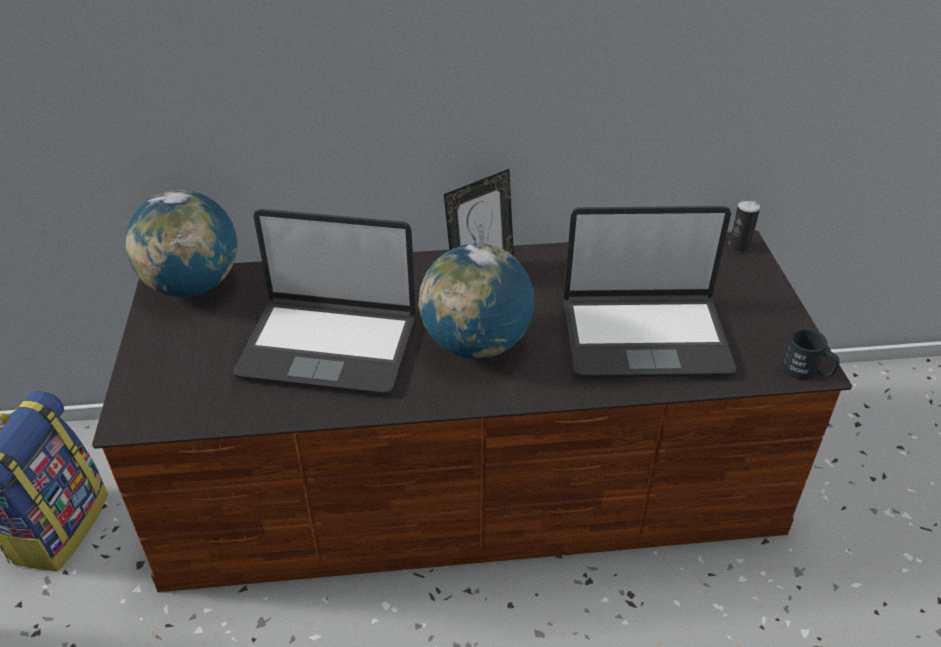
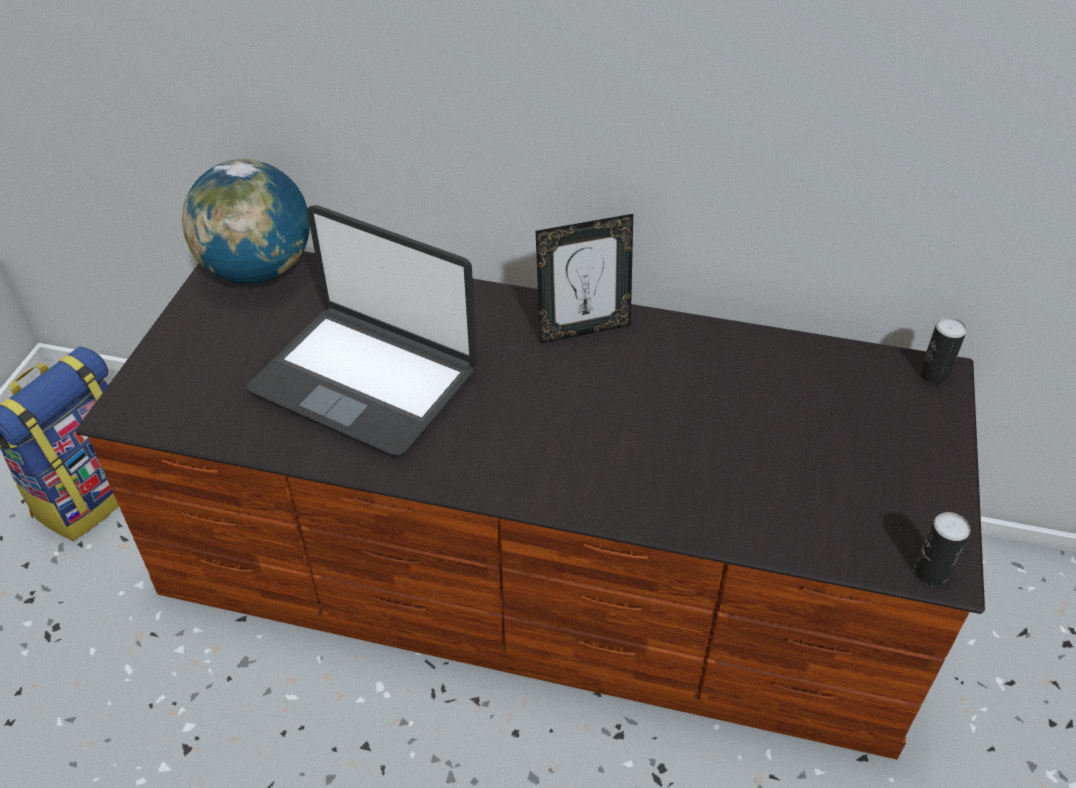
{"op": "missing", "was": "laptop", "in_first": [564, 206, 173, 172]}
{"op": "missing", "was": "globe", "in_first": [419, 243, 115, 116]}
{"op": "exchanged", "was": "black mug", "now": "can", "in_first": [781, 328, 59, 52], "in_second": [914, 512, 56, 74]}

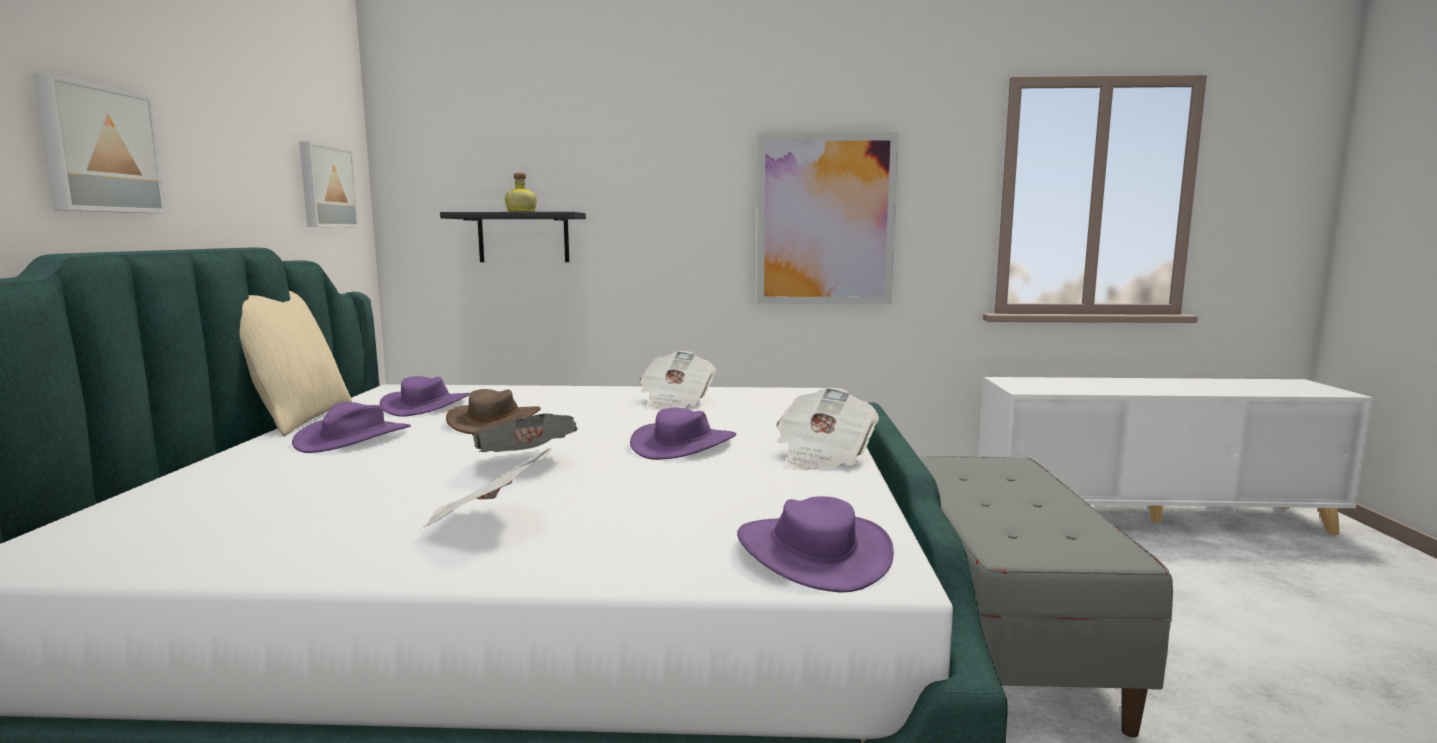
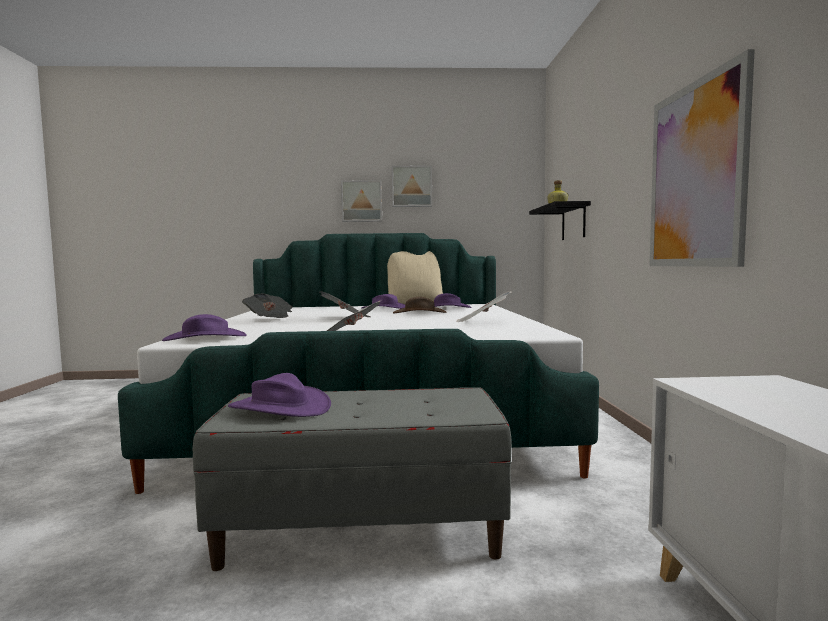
{"op": "relocated", "was": "picture", "in_first": [299, 141, 60, 86], "in_second": [392, 166, 40, 41]}
{"op": "relocated", "was": "purple hat", "in_first": [630, 408, 106, 52], "in_second": [228, 373, 103, 44]}

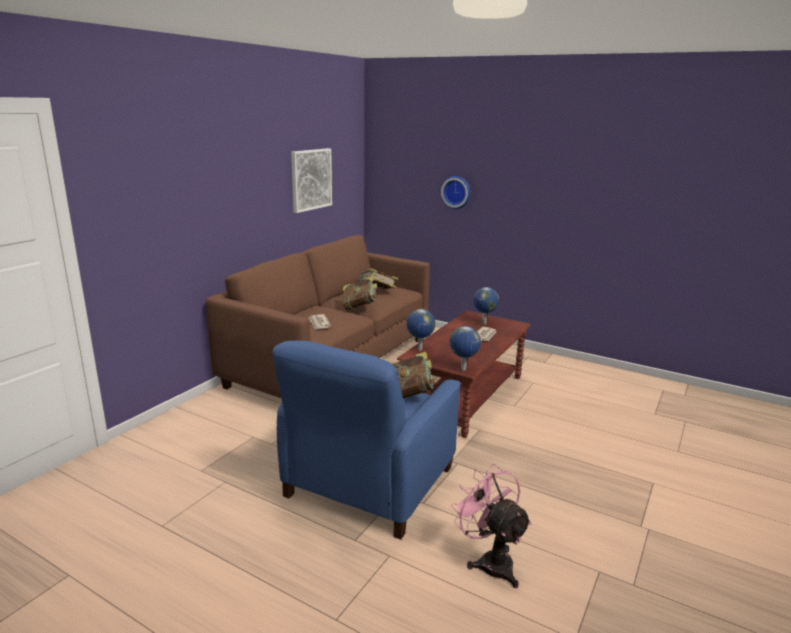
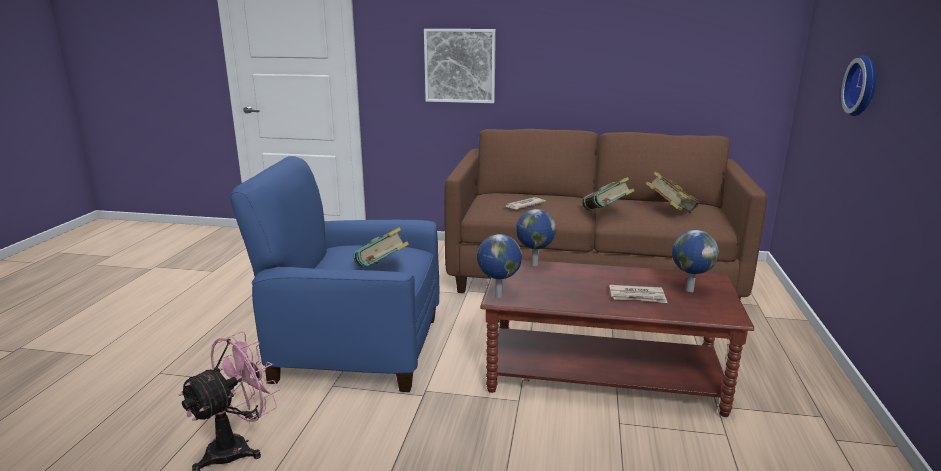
{"op": "relocated", "was": "picture", "in_first": [291, 148, 41, 65], "in_second": [424, 29, 72, 74]}

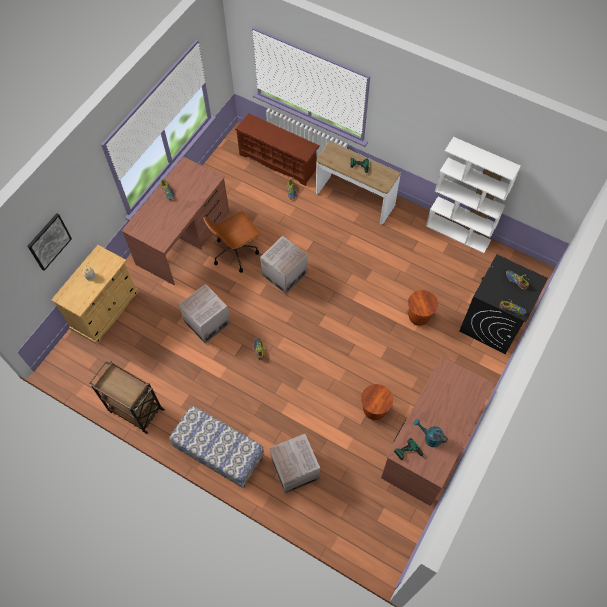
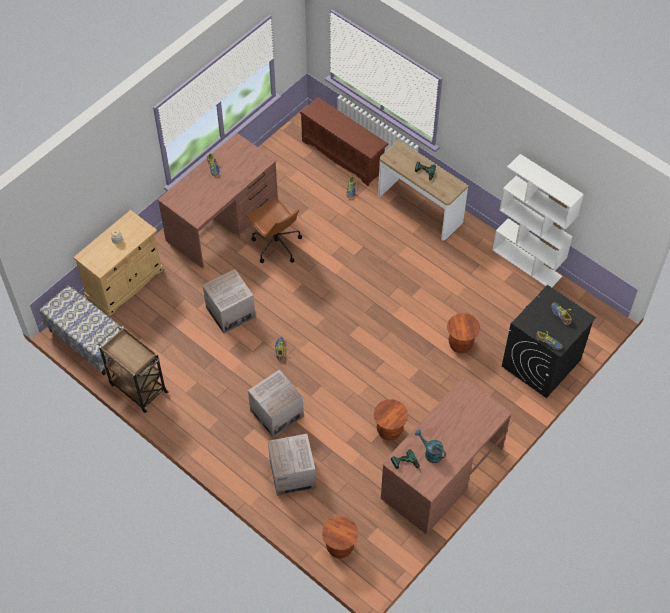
{"op": "spun", "was": "brown office chair", "in_first": [203, 211, 58, 62], "in_second": [245, 197, 57, 66], "clockwise": -105}
{"op": "missing", "was": "picture", "in_first": [28, 213, 44, 58]}
{"op": "relocated", "was": "cardboard box", "in_first": [260, 236, 48, 58], "in_second": [248, 370, 56, 68]}
{"op": "relocated", "was": "bench", "in_first": [169, 406, 95, 82], "in_second": [40, 285, 82, 90]}
{"op": "appeared", "now": "brown stool", "in_second": [322, 516, 36, 43]}

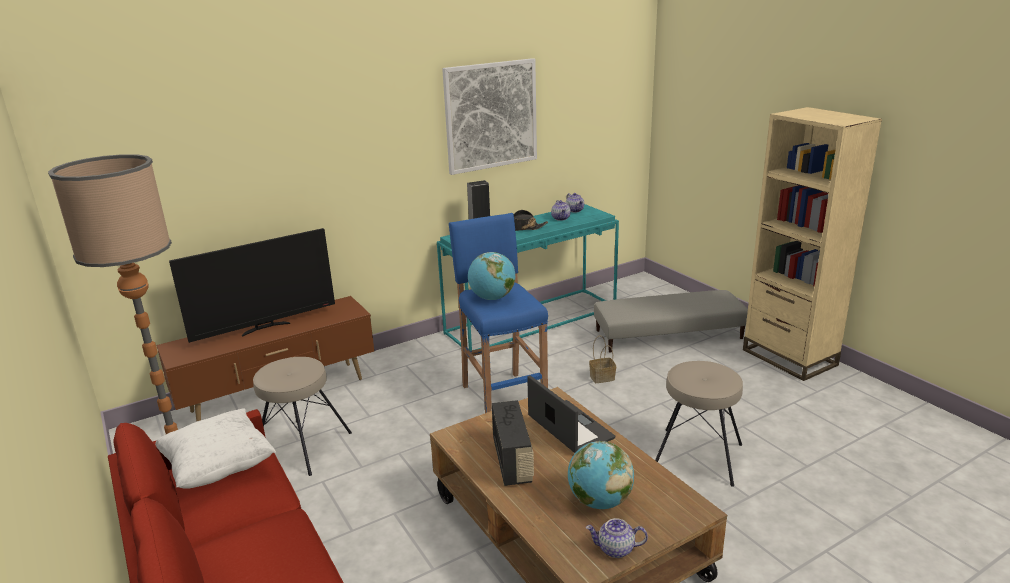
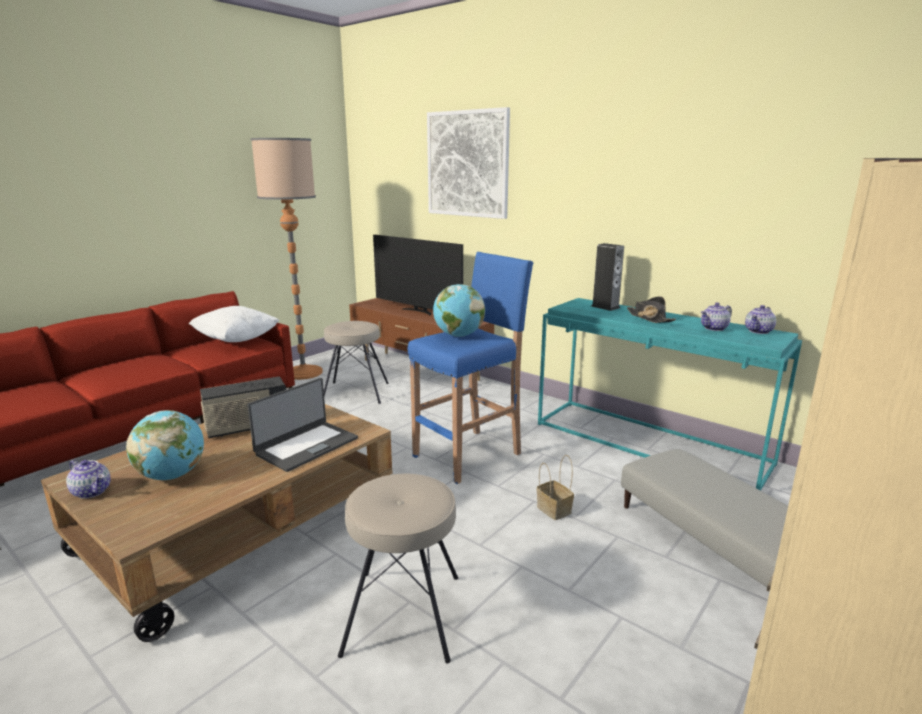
{"op": "relocated", "was": "picture", "in_first": [442, 58, 95, 117], "in_second": [427, 107, 83, 112]}
{"op": "spun", "was": "teapot", "in_first": [586, 518, 62, 40], "in_second": [66, 460, 45, 39], "clockwise": 135}

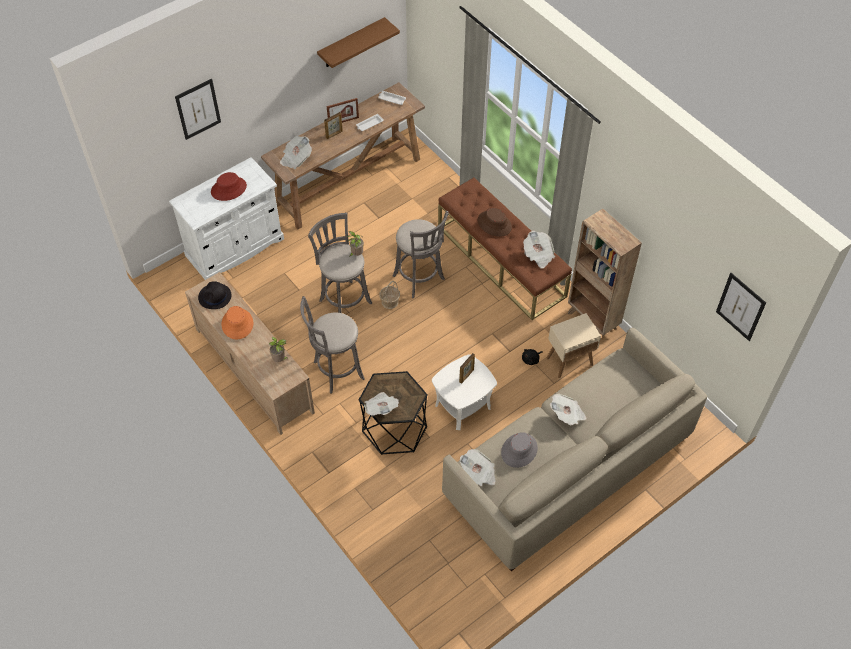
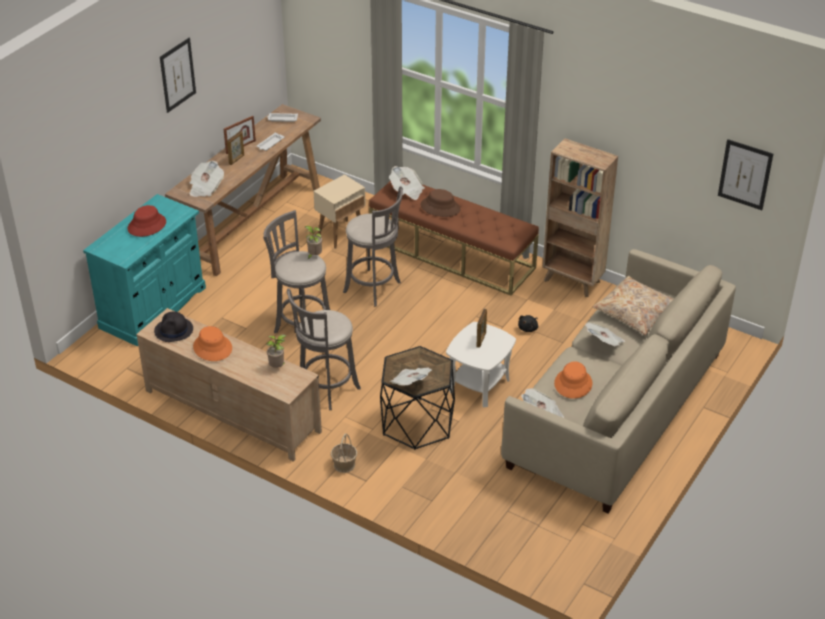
{"op": "missing", "was": "brown shelf", "in_first": [317, 17, 83, 51]}
{"op": "relocated", "was": "picture", "in_first": [175, 79, 46, 61], "in_second": [160, 38, 36, 75]}
{"op": "colour", "was": "white cabinet", "now": "turquoise cabinet", "in_first": [169, 157, 115, 123], "in_second": [83, 194, 123, 152]}
{"op": "relocated", "was": "newspaper", "in_first": [523, 230, 32, 39], "in_second": [389, 166, 36, 34]}
{"op": "relocated", "was": "basket", "in_first": [379, 281, 21, 28], "in_second": [331, 433, 26, 40]}
{"op": "relocated", "was": "beige side table", "in_first": [547, 313, 54, 65], "in_second": [313, 174, 53, 75]}
{"op": "colour", "was": "grey hat", "now": "orange hat", "in_first": [501, 432, 37, 36], "in_second": [554, 361, 39, 38]}
{"op": "appeared", "now": "beige pillow", "in_second": [592, 276, 81, 59]}

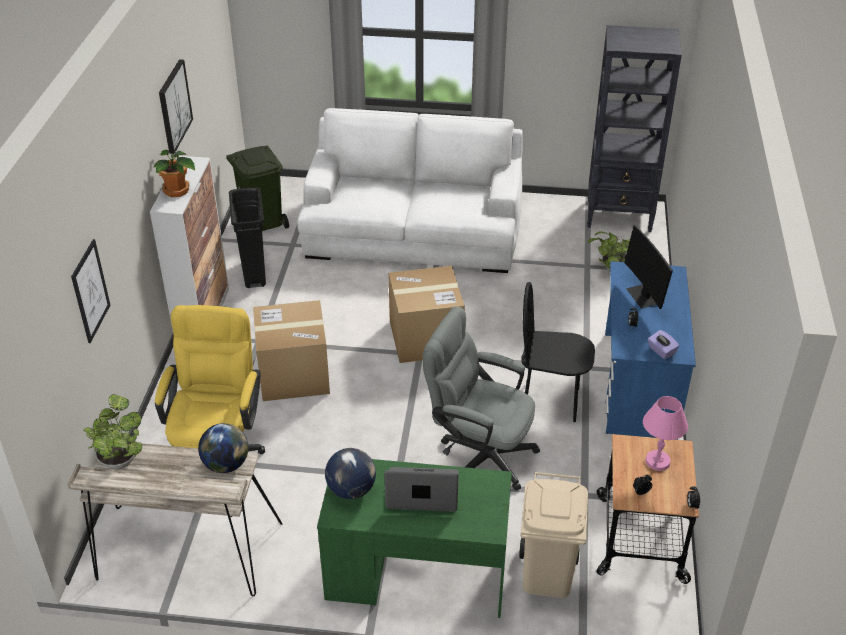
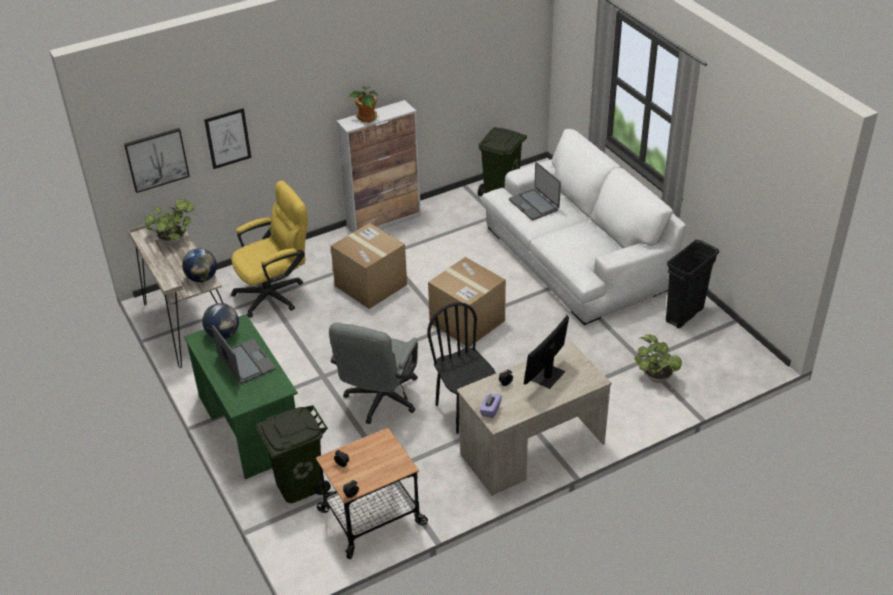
{"op": "missing", "was": "black bookcase", "in_first": [587, 25, 95, 207]}
{"op": "relocated", "was": "picture", "in_first": [159, 59, 34, 95], "in_second": [124, 128, 66, 65]}
{"op": "relocated", "was": "black trash can", "in_first": [229, 187, 37, 101], "in_second": [666, 240, 53, 88]}
{"op": "colour", "was": "blue desk", "now": "beige desk", "in_first": [605, 261, 91, 179], "in_second": [457, 342, 155, 154]}
{"op": "spun", "was": "grey office chair", "in_first": [423, 306, 117, 185], "in_second": [329, 322, 89, 102], "clockwise": -150}
{"op": "missing", "was": "pink table lamp", "in_first": [643, 396, 45, 75]}
{"op": "colour", "was": "beige trash can", "now": "green trash can", "in_first": [519, 472, 69, 126], "in_second": [255, 405, 76, 98]}
{"op": "appeared", "now": "laptop", "in_second": [509, 162, 52, 58]}

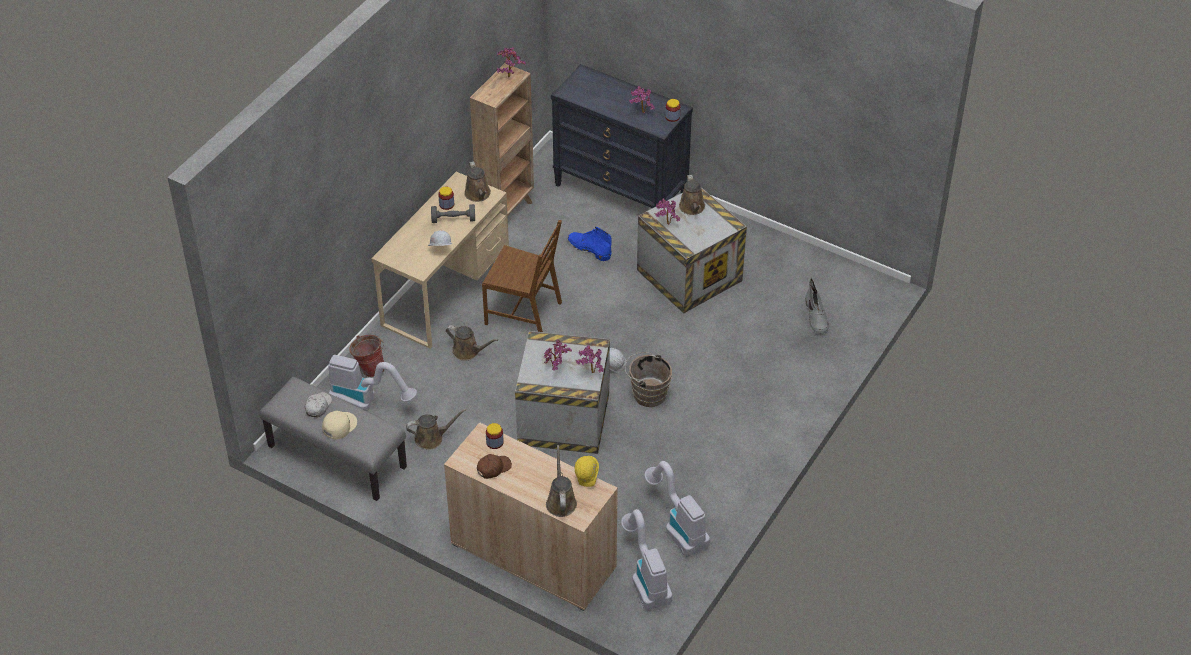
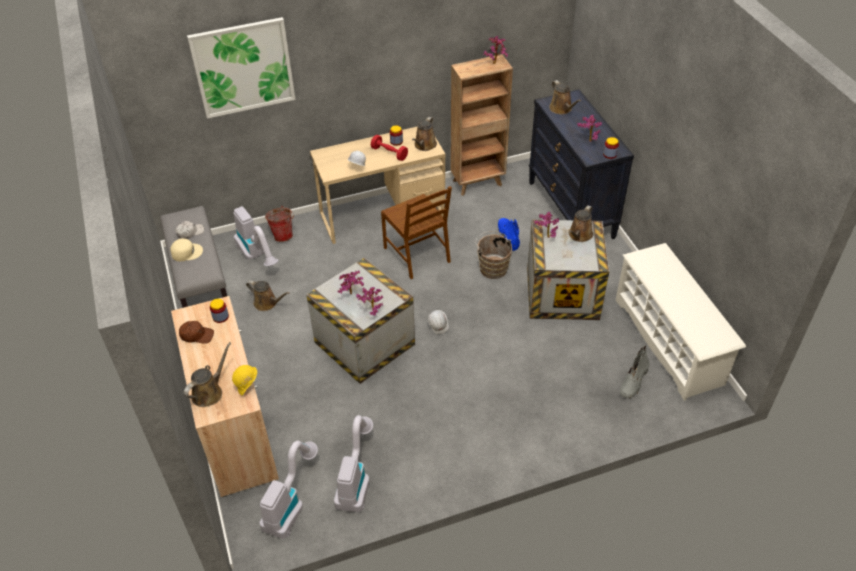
{"op": "colour", "was": "grey dumbbell", "now": "red dumbbell", "in_first": [431, 204, 44, 19], "in_second": [371, 135, 37, 26]}
{"op": "relocated", "was": "brown watering can", "in_first": [446, 325, 52, 36], "in_second": [549, 80, 32, 35]}
{"op": "relocated", "was": "brown bucket", "in_first": [625, 352, 47, 55], "in_second": [475, 231, 37, 48]}
{"op": "appeared", "now": "picture", "in_second": [187, 17, 109, 102]}
{"op": "appeared", "now": "white shoe rack", "in_second": [615, 243, 131, 158]}

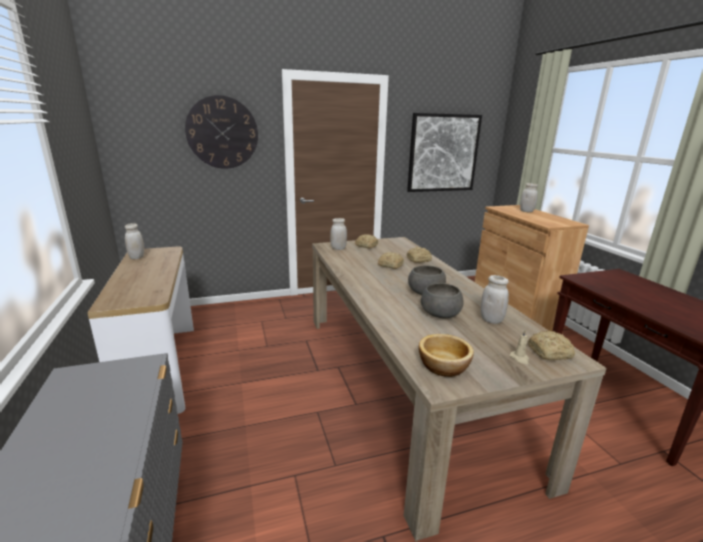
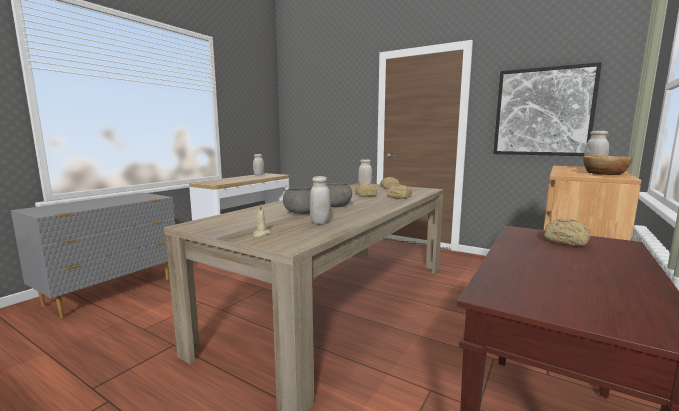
{"op": "missing", "was": "wall clock", "in_first": [185, 95, 73, 74]}
{"op": "relocated", "was": "bread", "in_first": [528, 331, 47, 29], "in_second": [544, 218, 46, 28]}
{"op": "relocated", "was": "bowl", "in_first": [419, 334, 55, 43], "in_second": [583, 156, 50, 19]}

